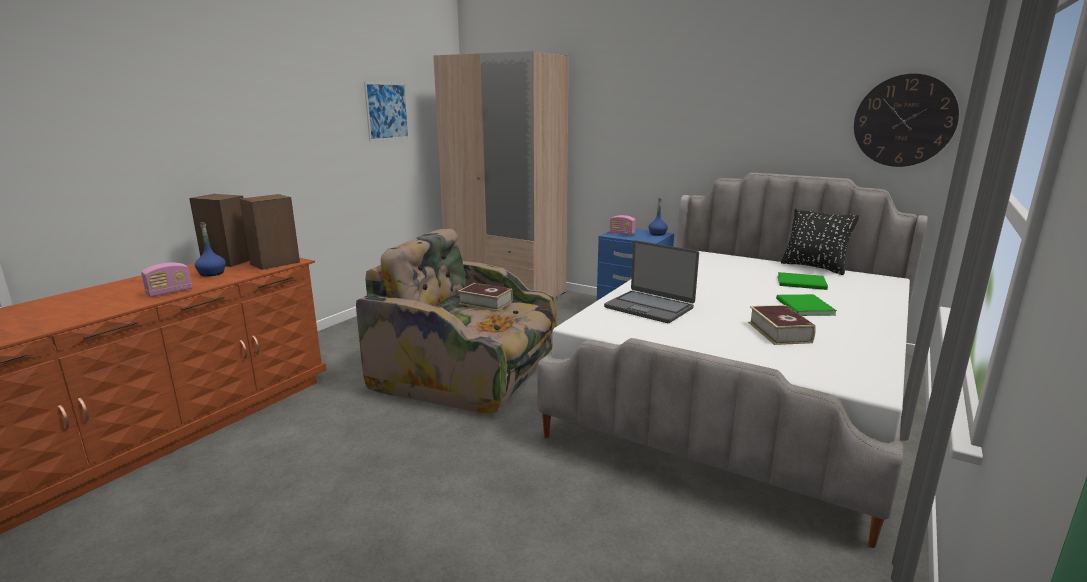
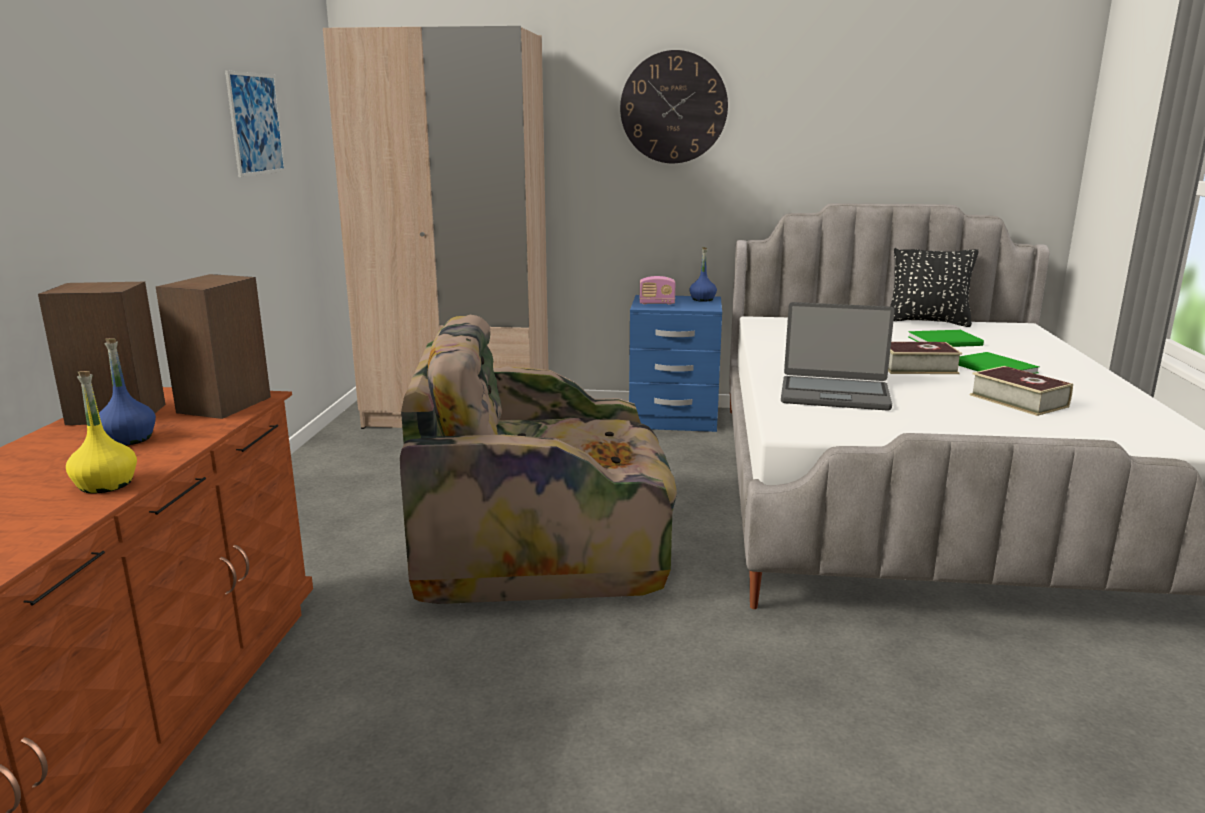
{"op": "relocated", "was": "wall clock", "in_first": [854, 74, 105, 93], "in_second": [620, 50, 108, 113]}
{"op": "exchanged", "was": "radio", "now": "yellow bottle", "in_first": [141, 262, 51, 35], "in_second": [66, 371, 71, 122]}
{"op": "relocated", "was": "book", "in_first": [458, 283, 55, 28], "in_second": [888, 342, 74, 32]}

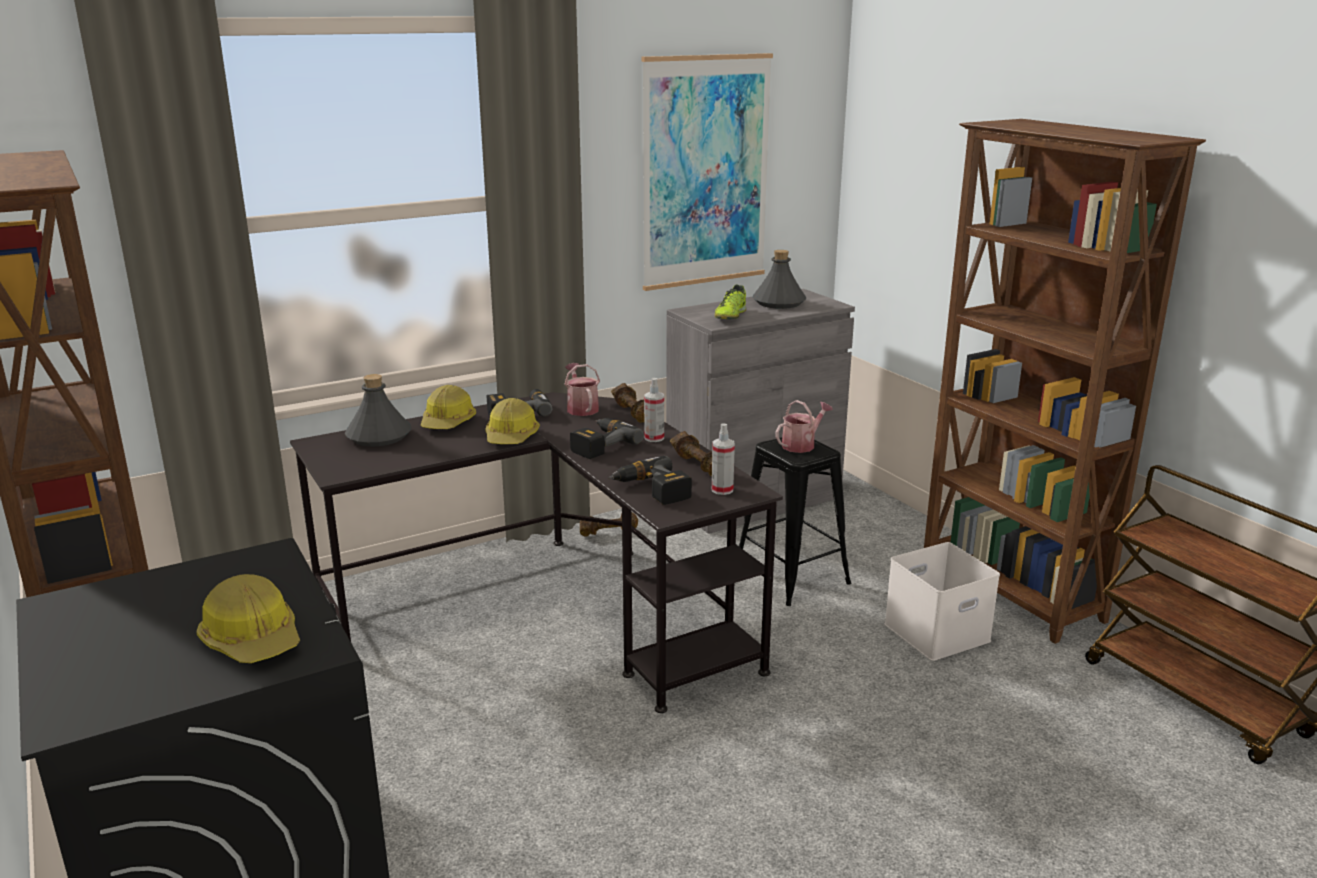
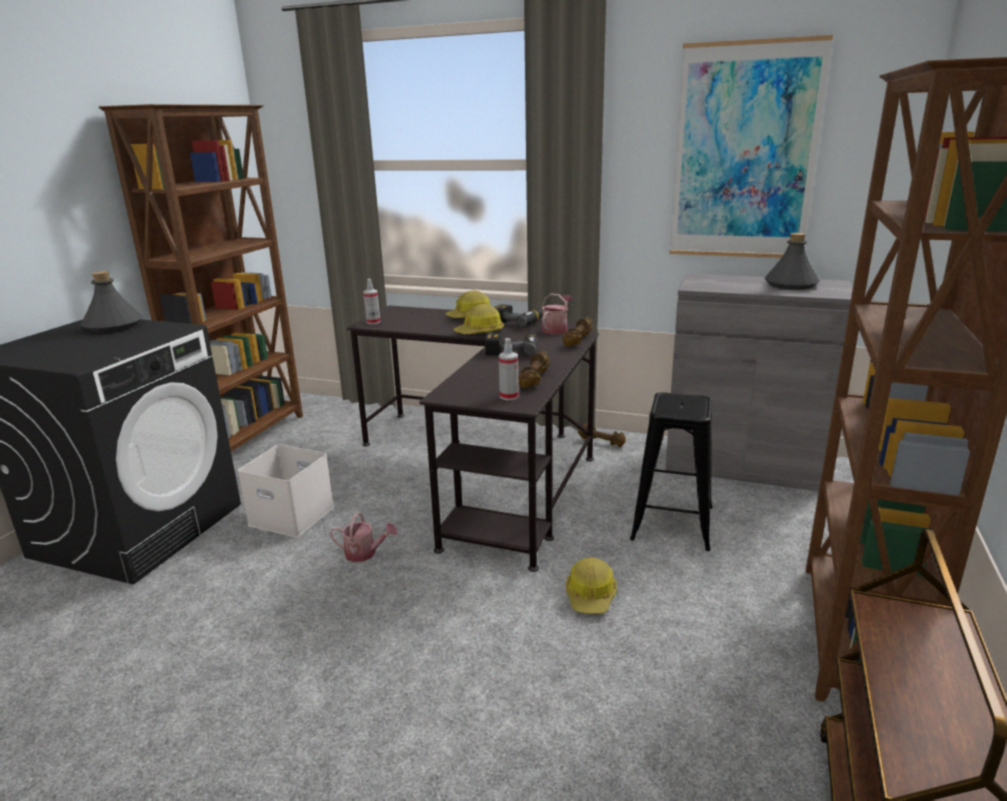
{"op": "missing", "was": "shoe", "in_first": [715, 285, 31, 34]}
{"op": "relocated", "was": "grey bottle", "in_first": [345, 374, 67, 72], "in_second": [81, 271, 62, 62]}
{"op": "relocated", "was": "spray bottle", "in_first": [644, 378, 20, 64], "in_second": [363, 279, 17, 45]}
{"op": "relocated", "was": "watering can", "in_first": [775, 400, 58, 53], "in_second": [329, 512, 68, 50]}
{"op": "missing", "was": "power drill", "in_first": [608, 456, 84, 49]}
{"op": "relocated", "was": "white storage box", "in_first": [884, 542, 116, 119], "in_second": [238, 444, 96, 93]}
{"op": "relocated", "was": "hard hat", "in_first": [196, 574, 104, 89], "in_second": [566, 557, 51, 57]}

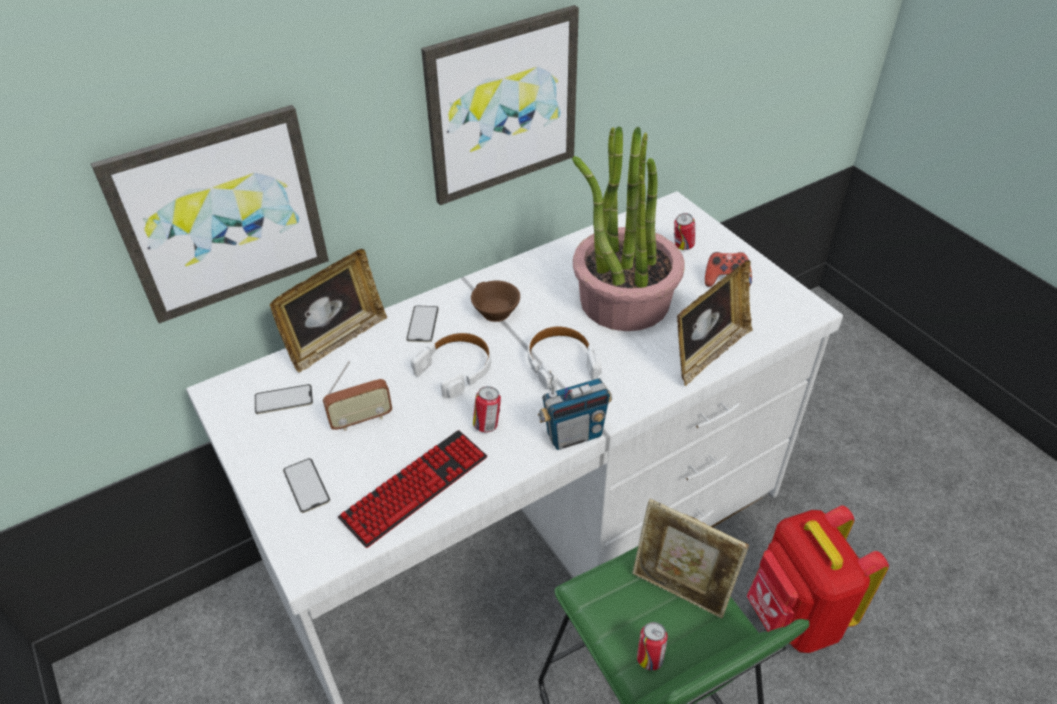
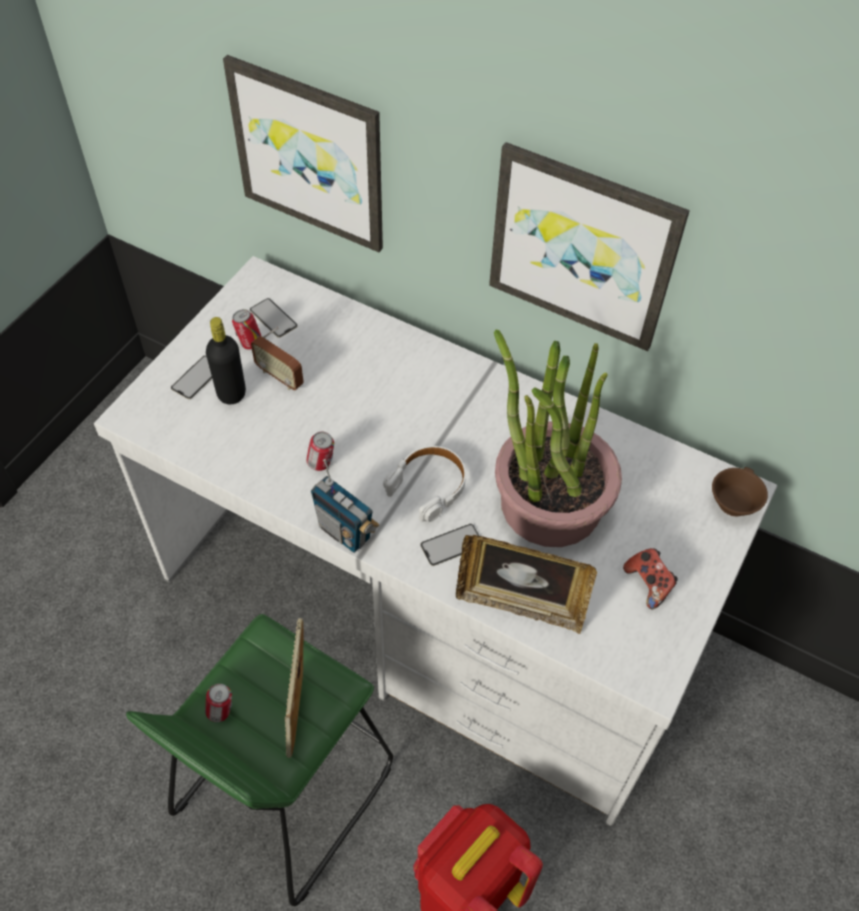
{"op": "relocated", "was": "can", "in_first": [674, 213, 21, 37], "in_second": [232, 309, 30, 41]}
{"op": "missing", "was": "picture frame", "in_first": [270, 249, 117, 123]}
{"op": "relocated", "was": "brown cup", "in_first": [471, 281, 49, 41], "in_second": [712, 467, 56, 50]}
{"op": "relocated", "was": "phone", "in_first": [406, 306, 33, 36], "in_second": [420, 524, 59, 42]}
{"op": "missing", "was": "white headphones", "in_first": [411, 332, 80, 66]}
{"op": "missing", "was": "keyboard", "in_first": [338, 430, 149, 118]}
{"op": "appeared", "now": "black bottle", "in_second": [206, 317, 40, 87]}

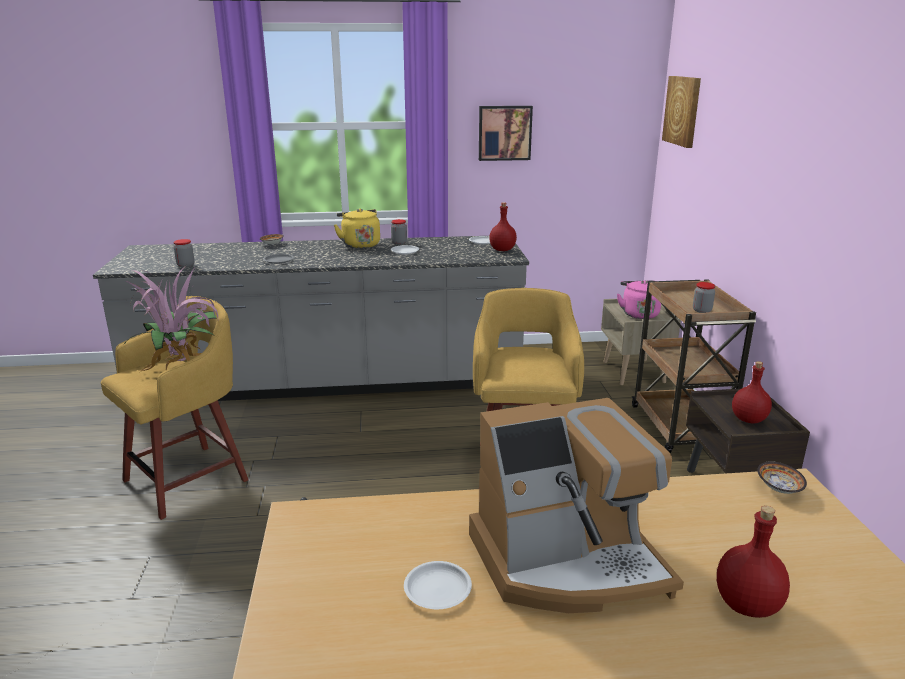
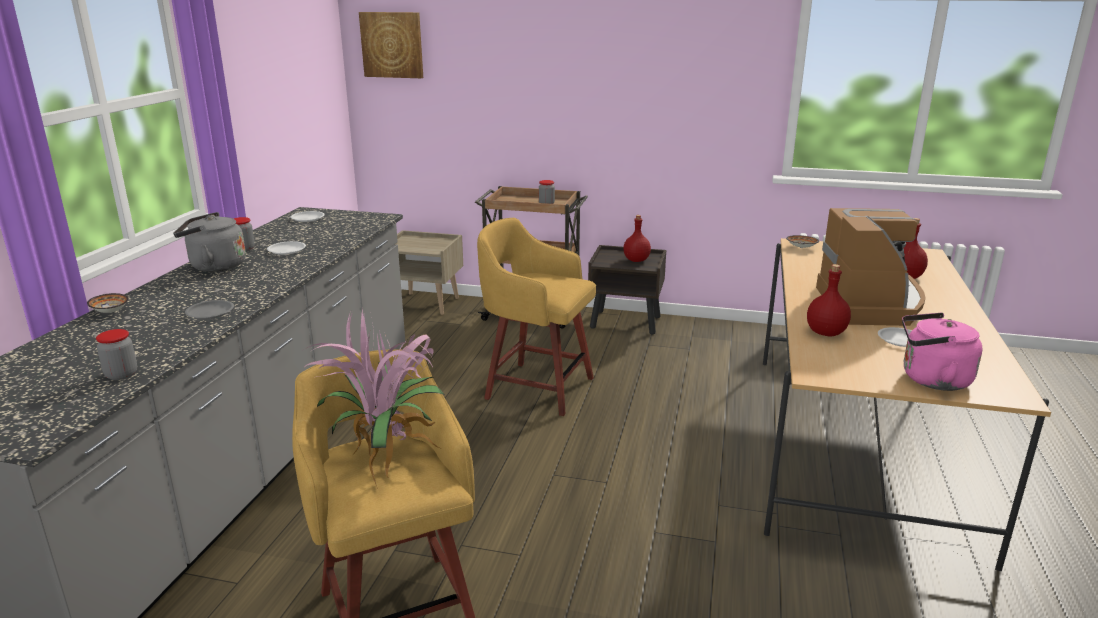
{"op": "missing", "was": "picture", "in_first": [479, 106, 54, 55]}
{"op": "relocated", "was": "red bottle", "in_first": [489, 202, 28, 49], "in_second": [807, 264, 44, 72]}
{"op": "colour", "was": "yellow kettle", "now": "grey kettle", "in_first": [334, 208, 46, 40], "in_second": [173, 212, 73, 60]}
{"op": "relocated", "was": "pink kettle", "in_first": [617, 280, 44, 39], "in_second": [902, 312, 80, 79]}

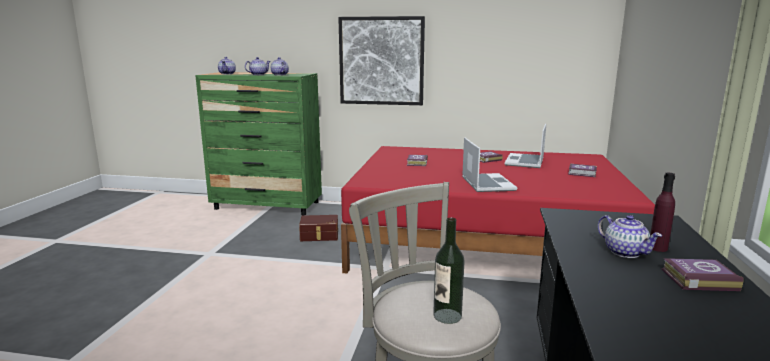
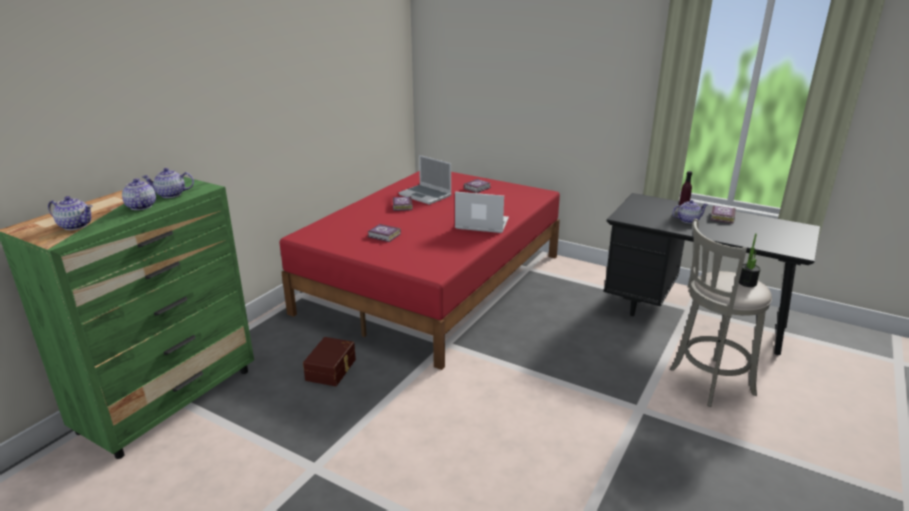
{"op": "missing", "was": "picture", "in_first": [338, 16, 87, 89]}
{"op": "exchanged", "was": "bottle", "now": "potted plant", "in_first": [433, 218, 32, 106], "in_second": [739, 233, 22, 54]}

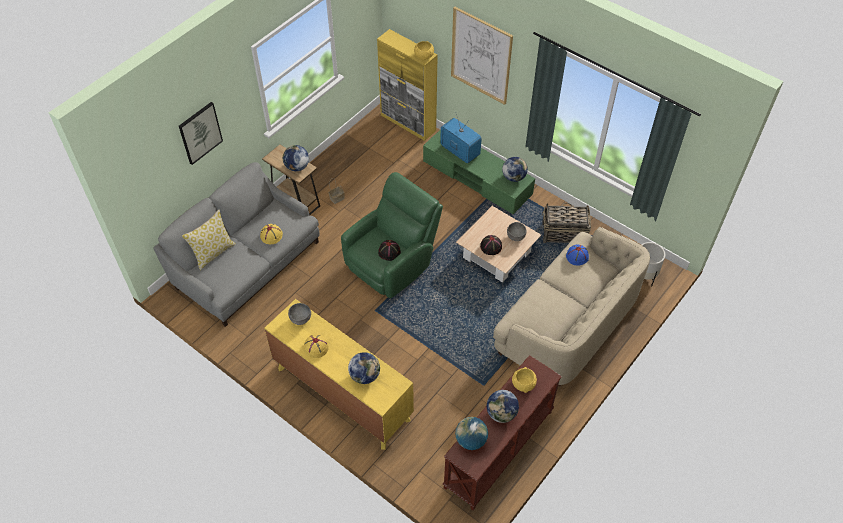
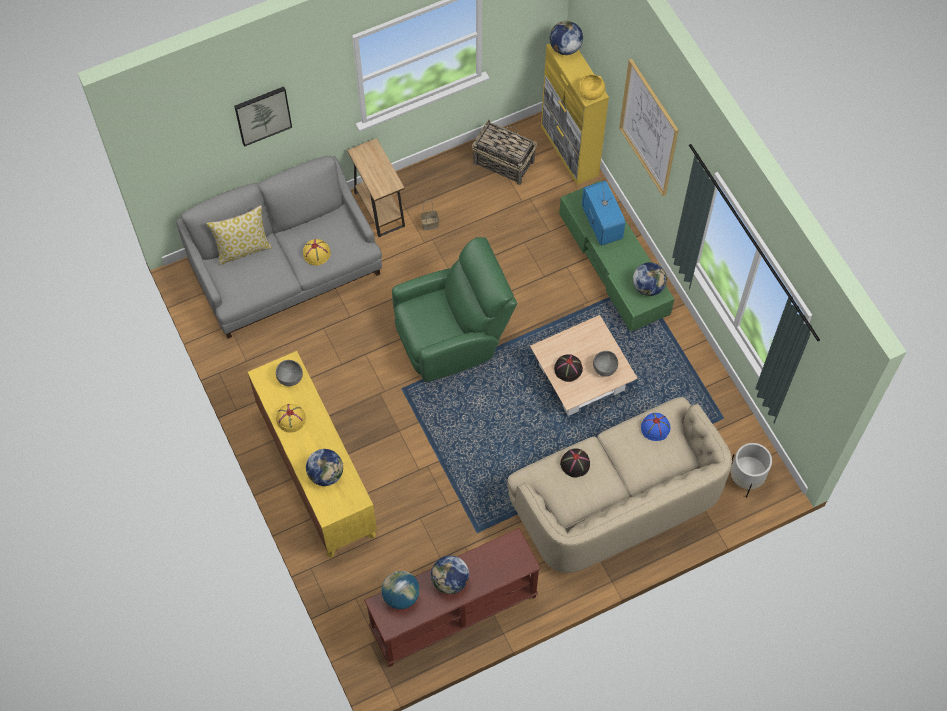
{"op": "relocated", "was": "globe", "in_first": [282, 145, 27, 26], "in_second": [549, 21, 34, 34]}
{"op": "relocated", "was": "basket", "in_first": [542, 203, 49, 40], "in_second": [472, 120, 65, 65]}
{"op": "relocated", "was": "black hat", "in_first": [378, 240, 23, 21], "in_second": [560, 449, 30, 29]}
{"op": "missing", "was": "yellow bowl", "in_first": [512, 367, 25, 26]}

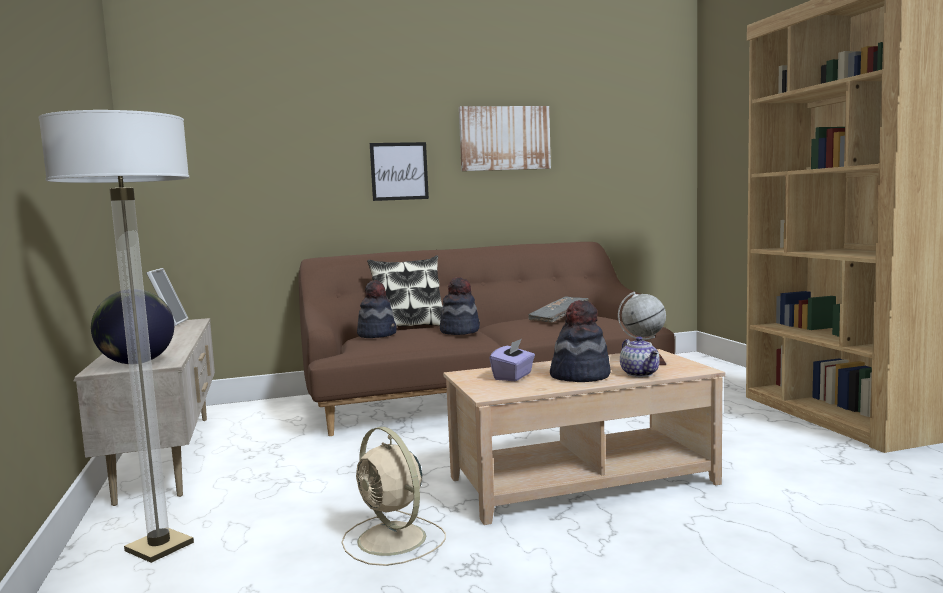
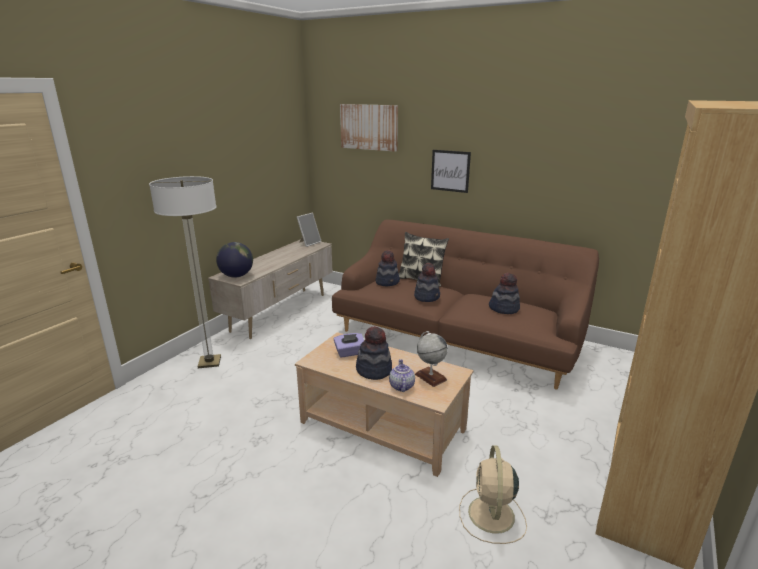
{"op": "relocated", "was": "picture", "in_first": [459, 106, 92, 65], "in_second": [340, 104, 58, 48]}
{"op": "exchanged", "was": "grey book", "now": "hat", "in_first": [528, 296, 61, 27], "in_second": [489, 273, 31, 41]}
{"op": "spun", "was": "teapot", "in_first": [620, 336, 40, 41], "in_second": [389, 359, 26, 33], "clockwise": 150}
{"op": "relocated", "was": "beige fan", "in_first": [341, 427, 105, 139], "in_second": [459, 445, 68, 99]}

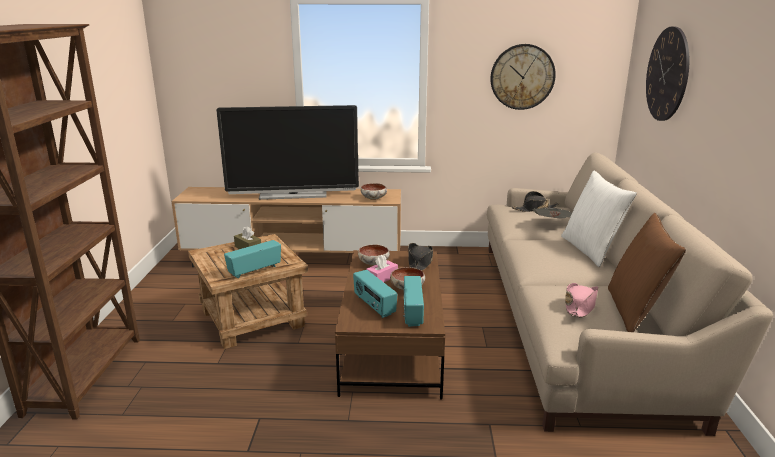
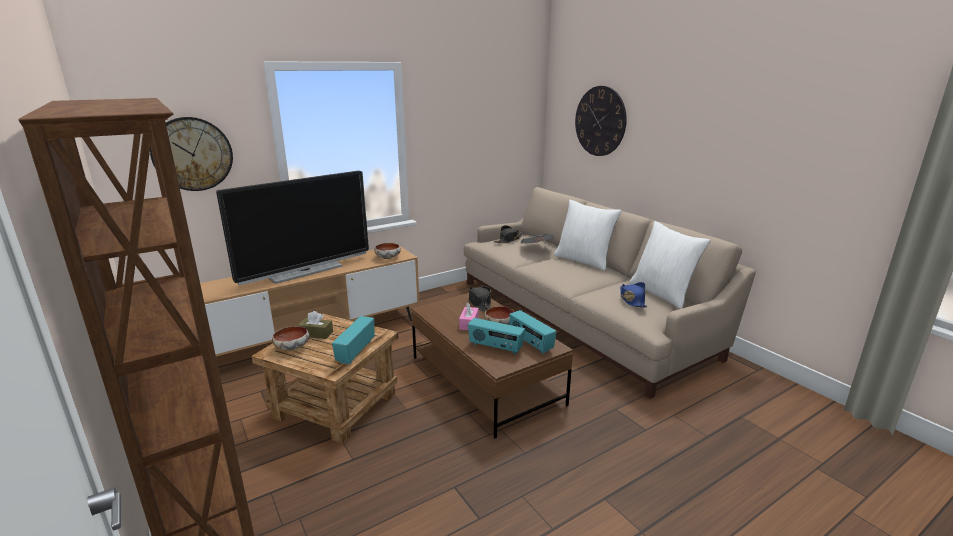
{"op": "relocated", "was": "wall clock", "in_first": [490, 44, 66, 66], "in_second": [150, 117, 83, 74]}
{"op": "colour", "was": "brown pillow", "now": "white pillow", "in_first": [608, 213, 78, 119], "in_second": [629, 221, 82, 88]}
{"op": "relocated", "was": "bowl", "in_first": [358, 244, 32, 22], "in_second": [272, 326, 37, 25]}
{"op": "colour", "was": "pink hat", "now": "blue hat", "in_first": [565, 283, 33, 34], "in_second": [620, 282, 27, 26]}

